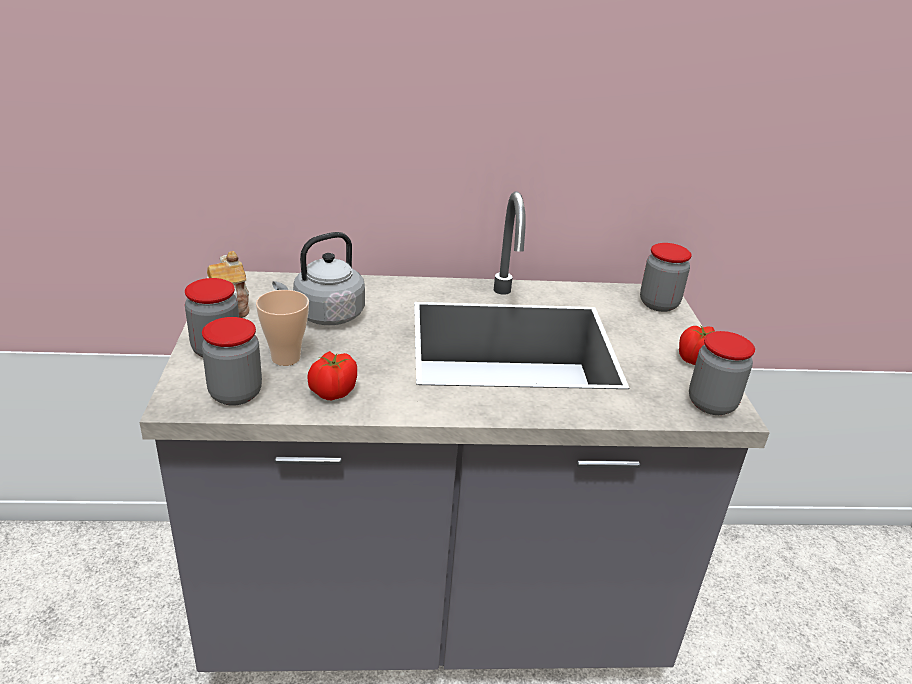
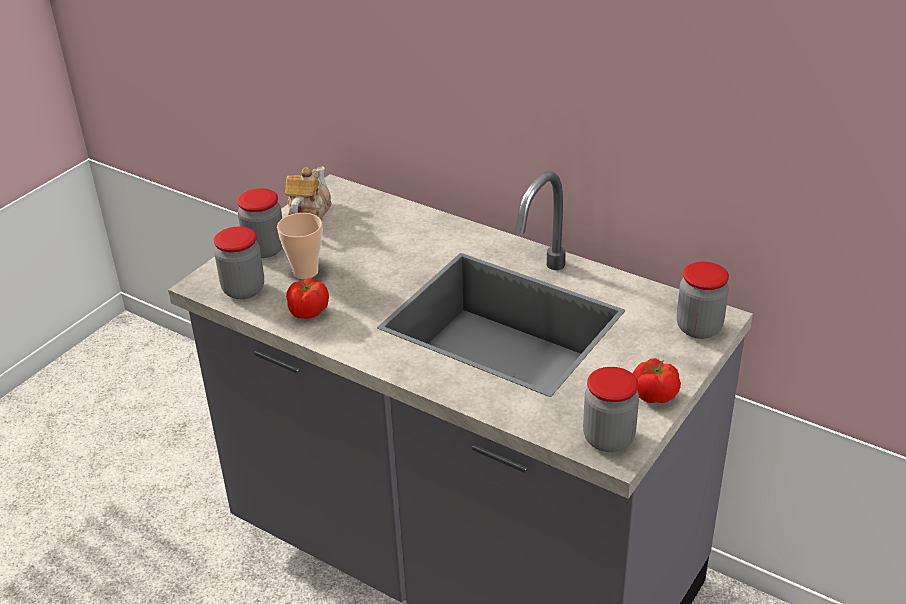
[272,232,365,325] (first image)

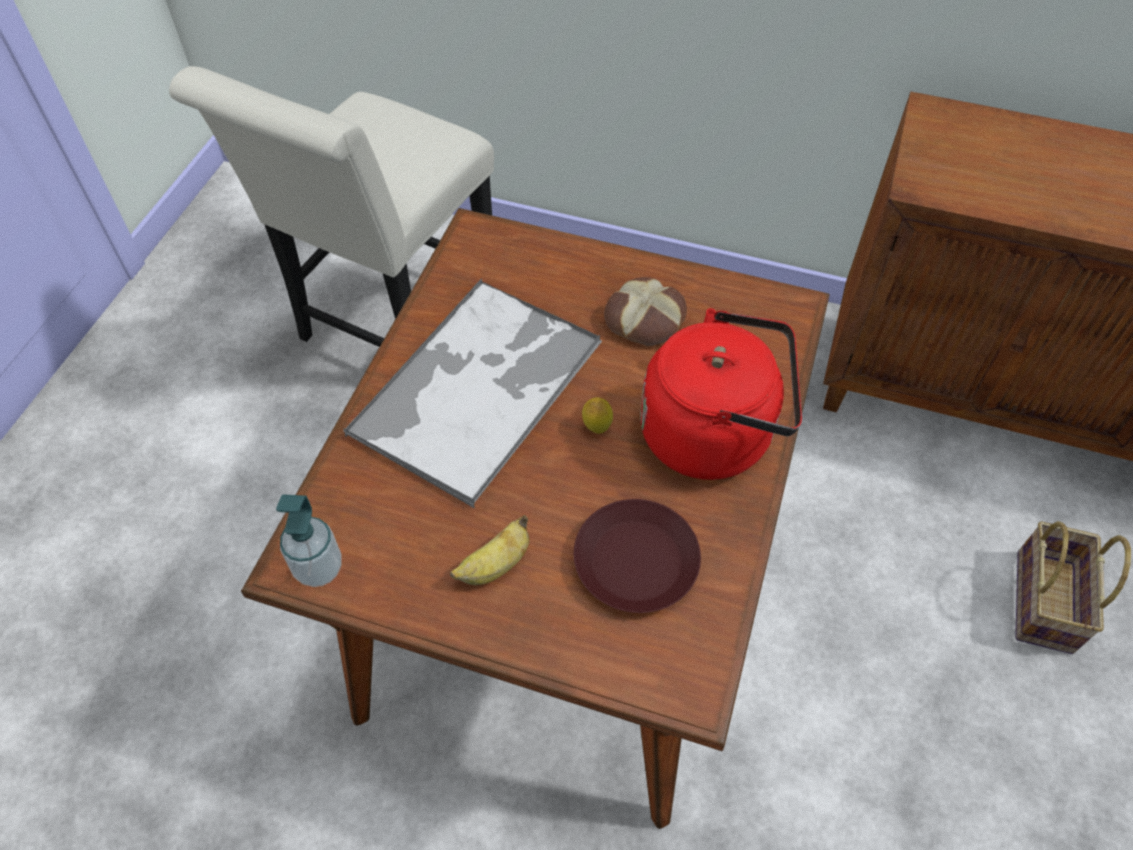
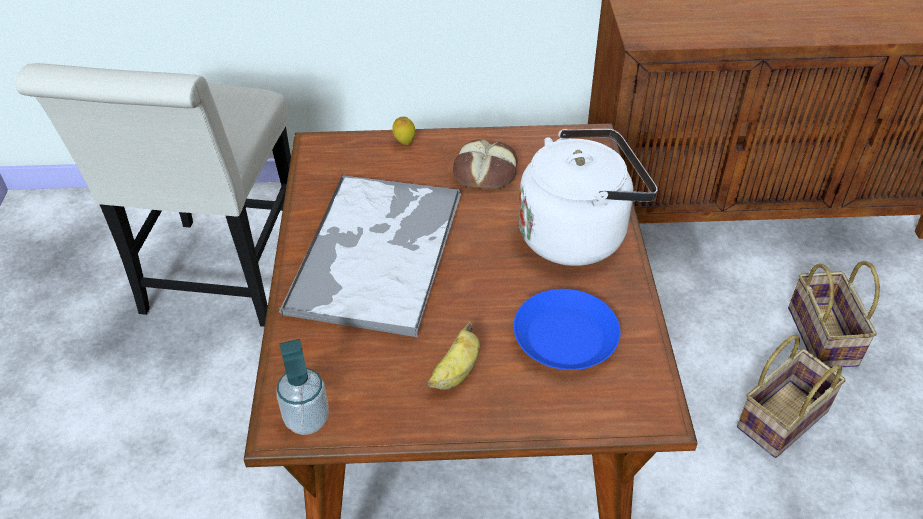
[518,129,658,266]
[392,117,415,145]
[514,289,620,370]
[737,335,846,458]

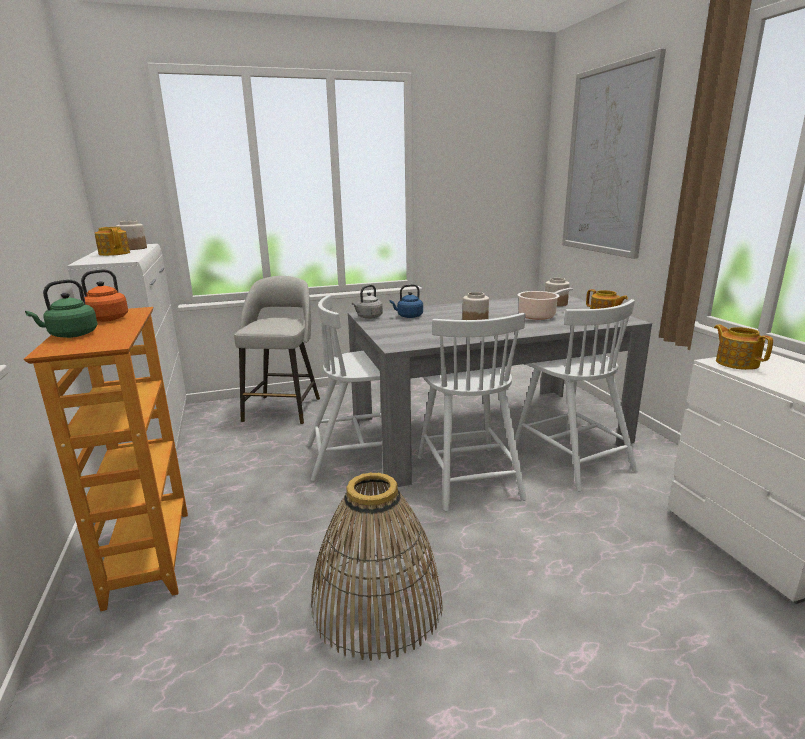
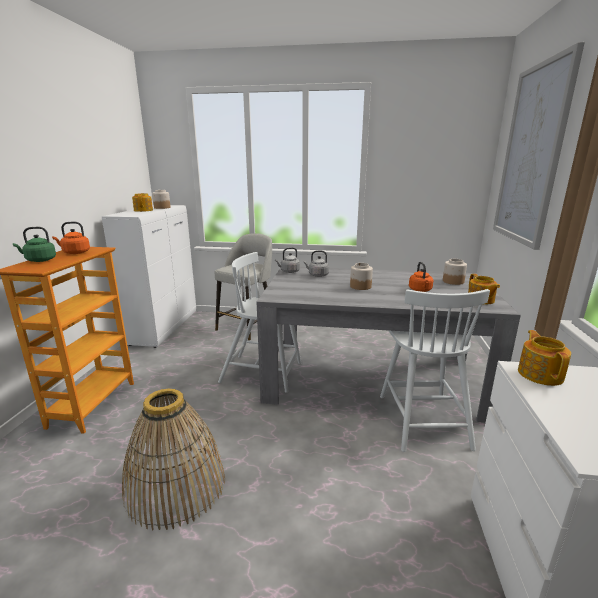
[304,250,329,277]
[409,262,433,292]
[418,313,527,511] (first image)

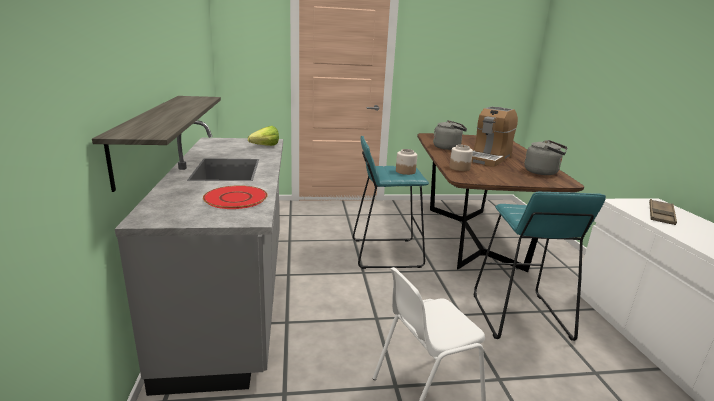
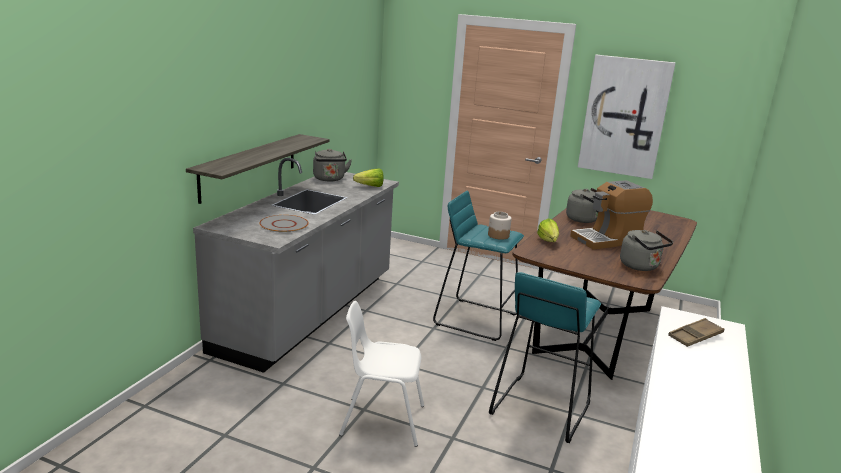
[537,218,559,242]
[259,215,309,233]
[578,55,675,179]
[313,148,352,181]

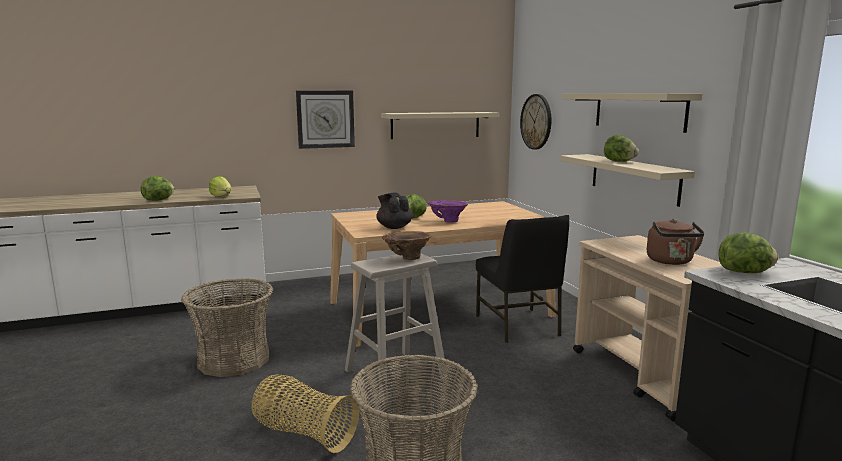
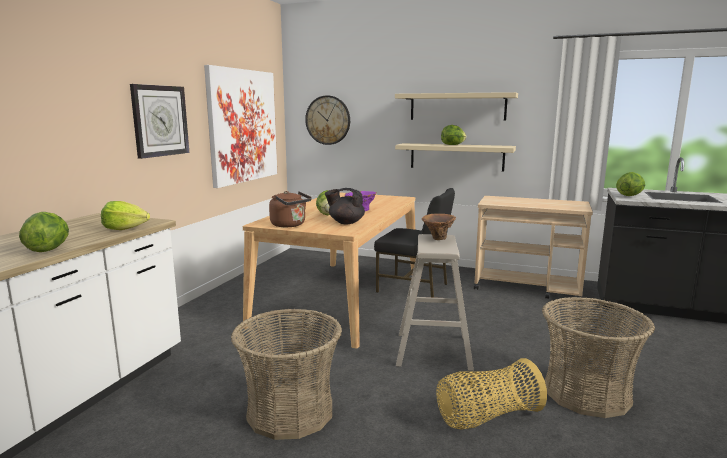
[204,65,277,188]
[269,191,312,227]

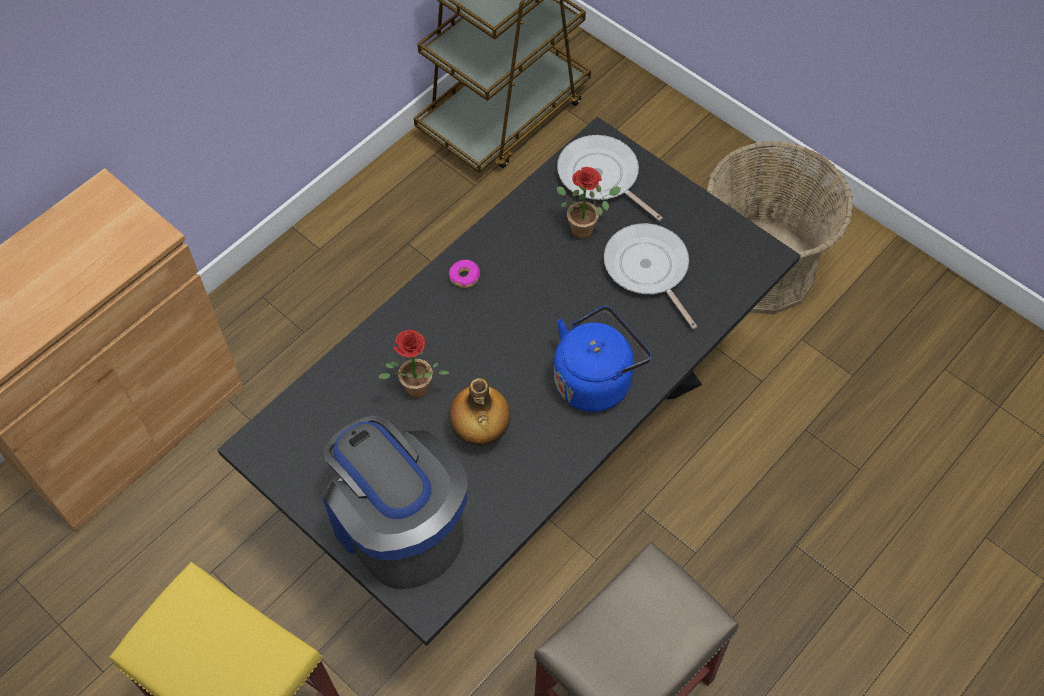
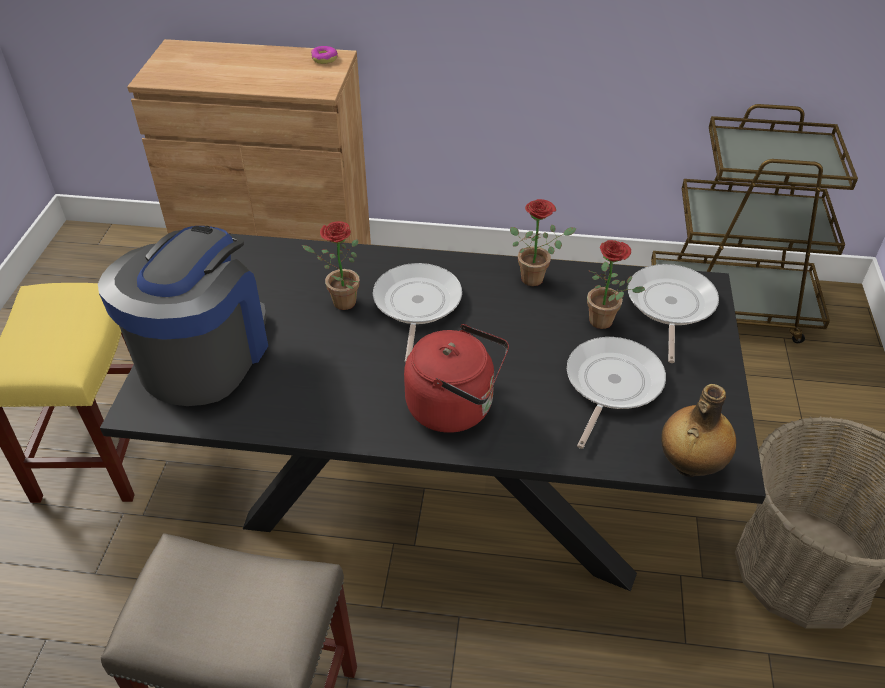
[311,46,338,64]
[404,324,509,433]
[661,384,736,477]
[510,199,577,286]
[373,263,462,362]

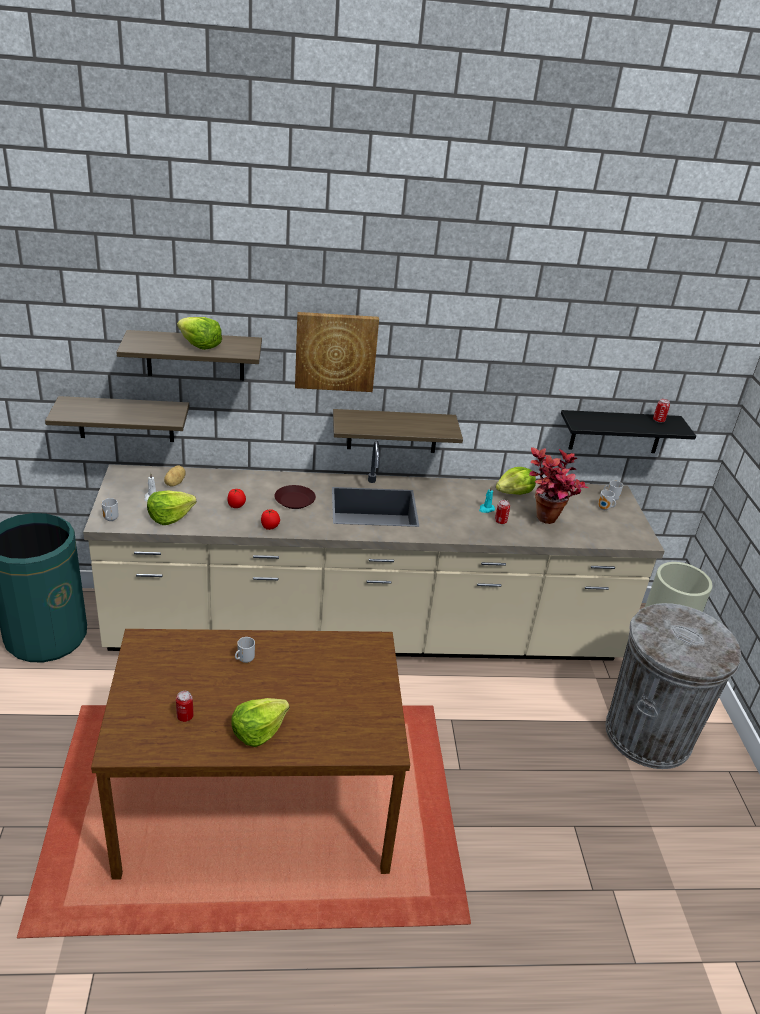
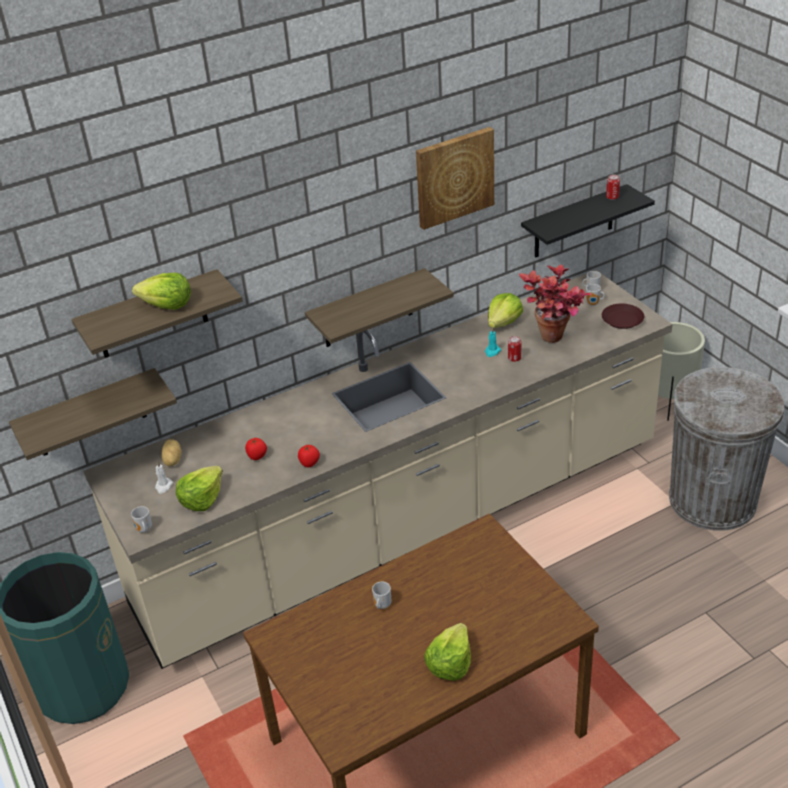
[416,127,494,230]
[602,304,644,329]
[176,691,194,722] (first image)

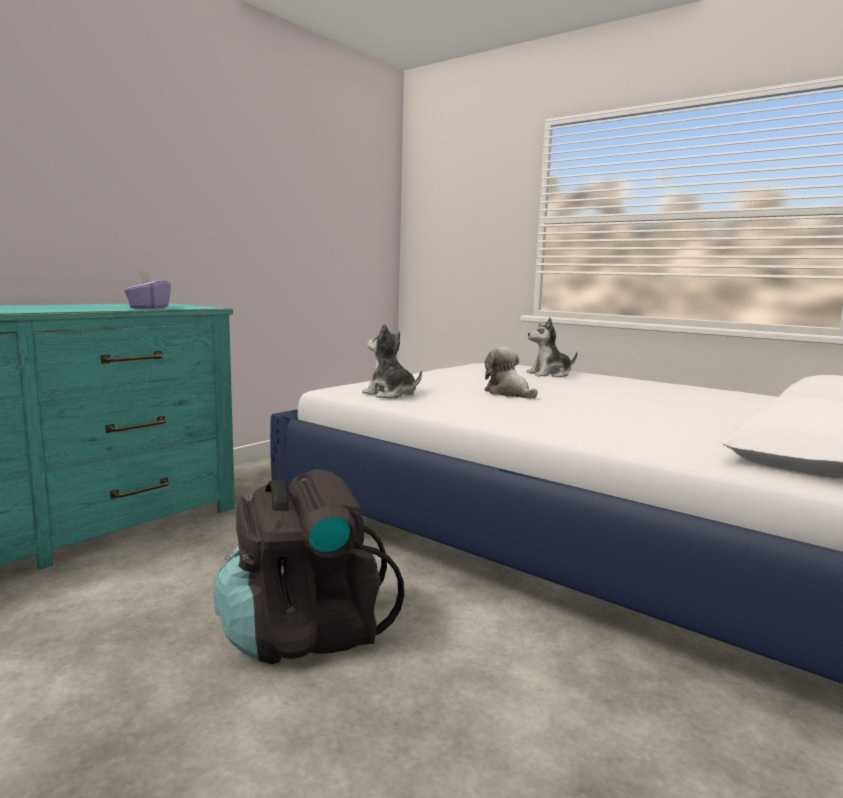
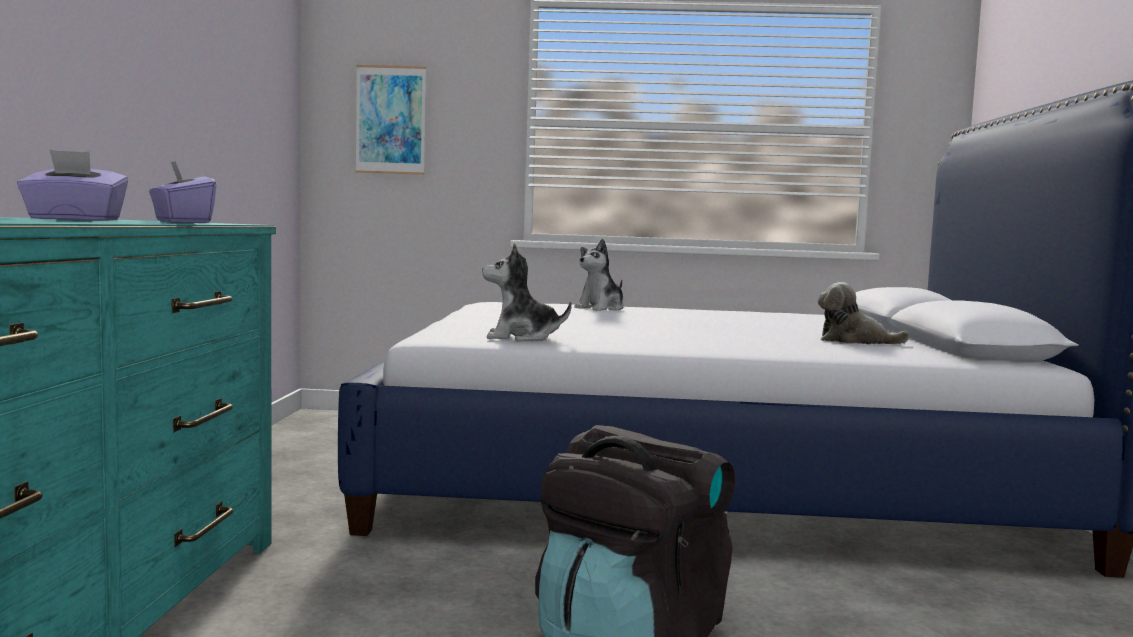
[818,282,910,344]
[355,65,426,175]
[17,149,128,221]

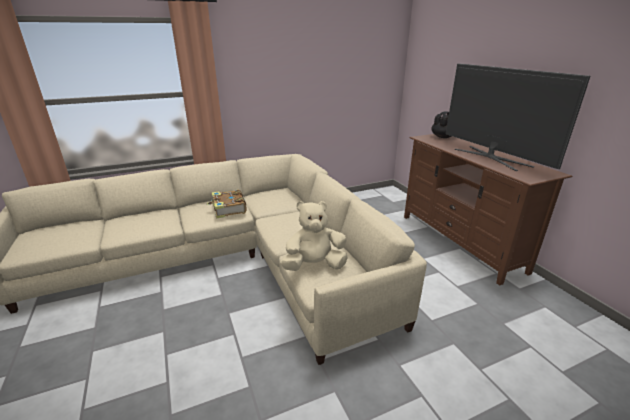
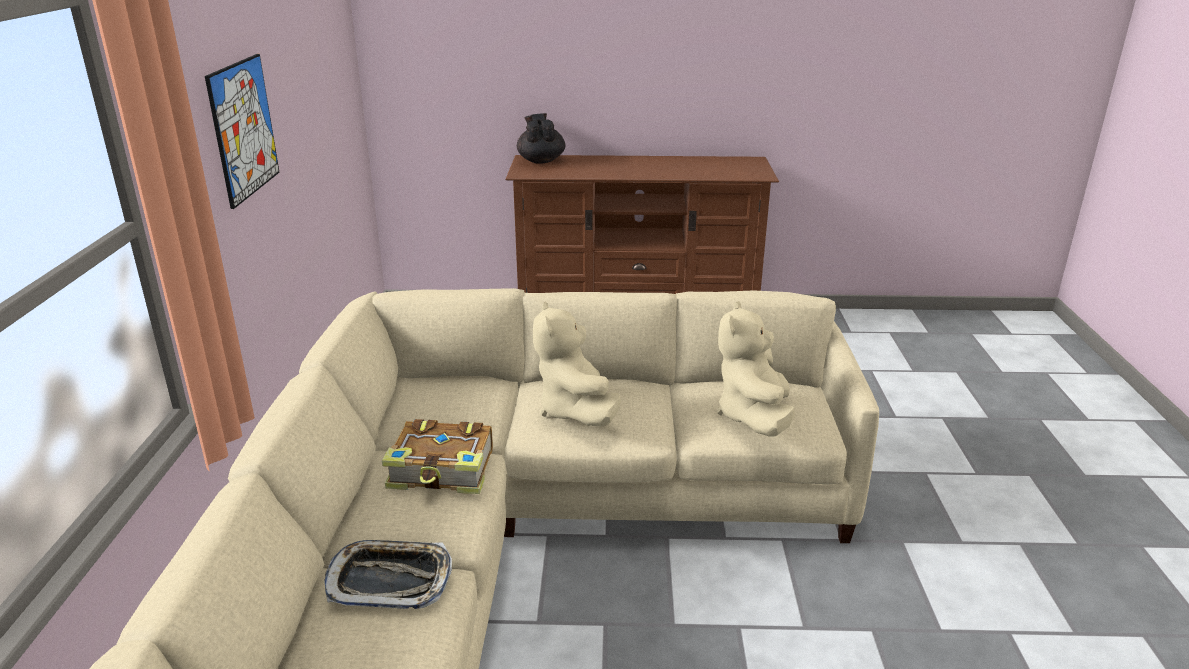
[446,63,590,171] (first image)
[205,54,280,209]
[533,301,621,426]
[324,540,452,609]

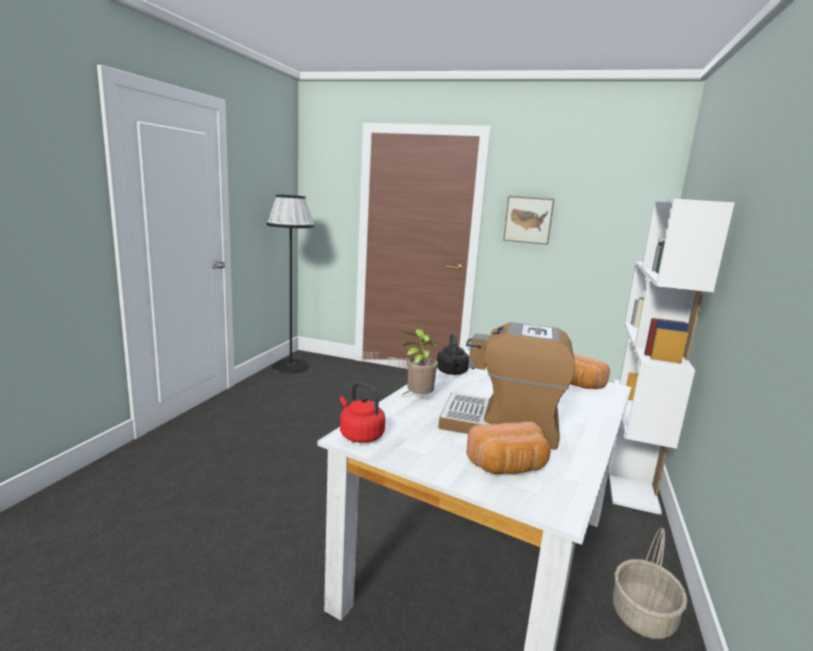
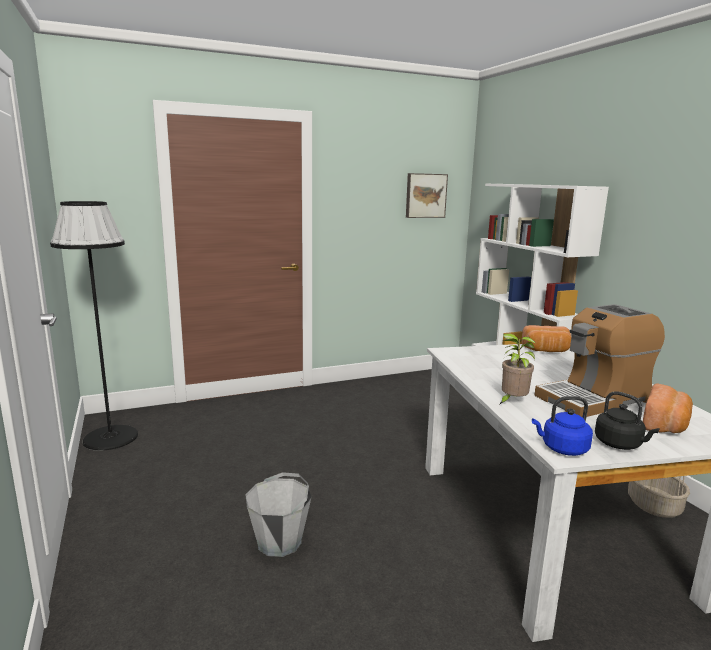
[406,173,448,218]
[595,391,660,450]
[532,396,593,456]
[245,472,312,557]

